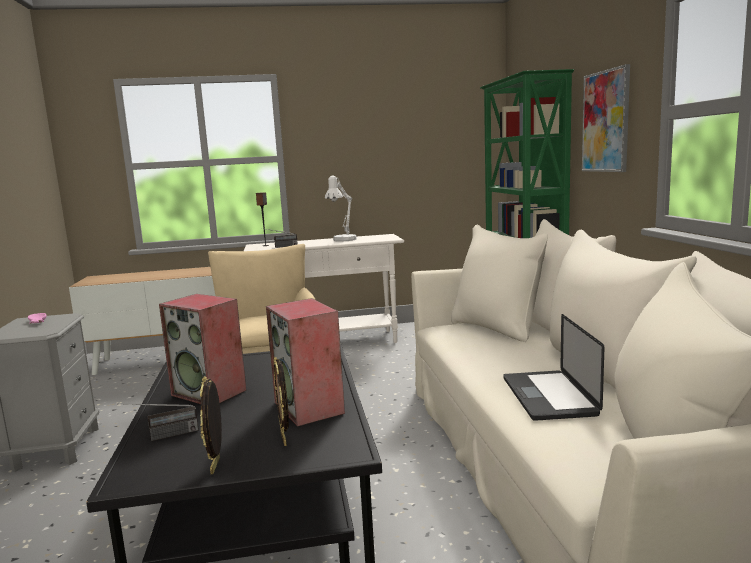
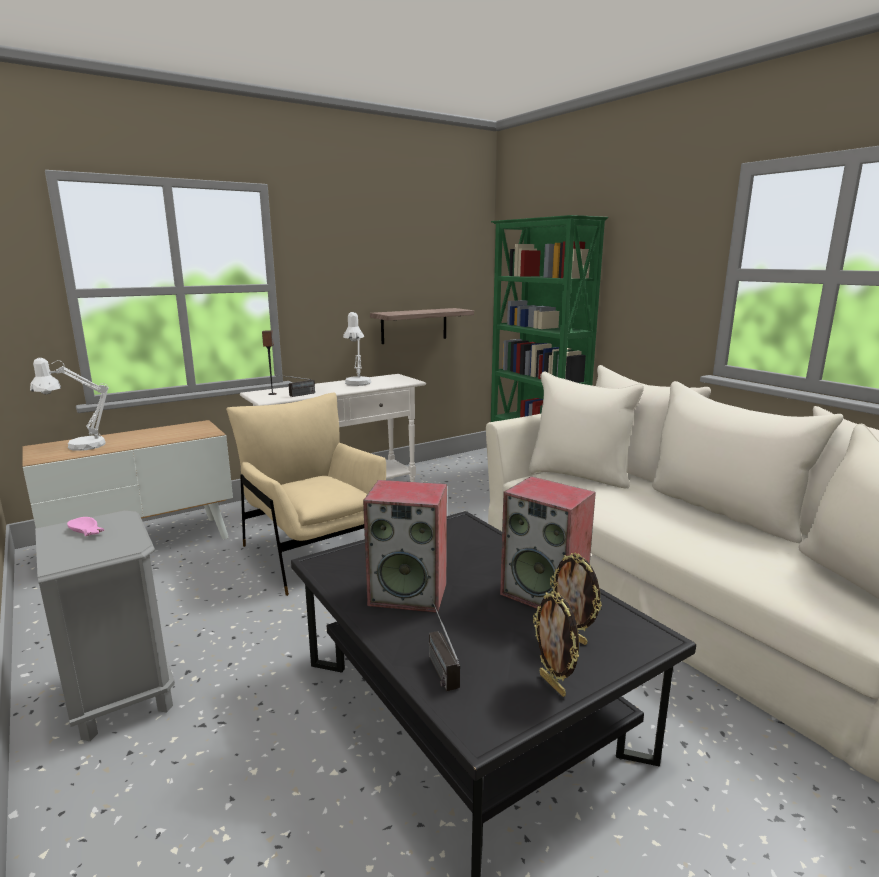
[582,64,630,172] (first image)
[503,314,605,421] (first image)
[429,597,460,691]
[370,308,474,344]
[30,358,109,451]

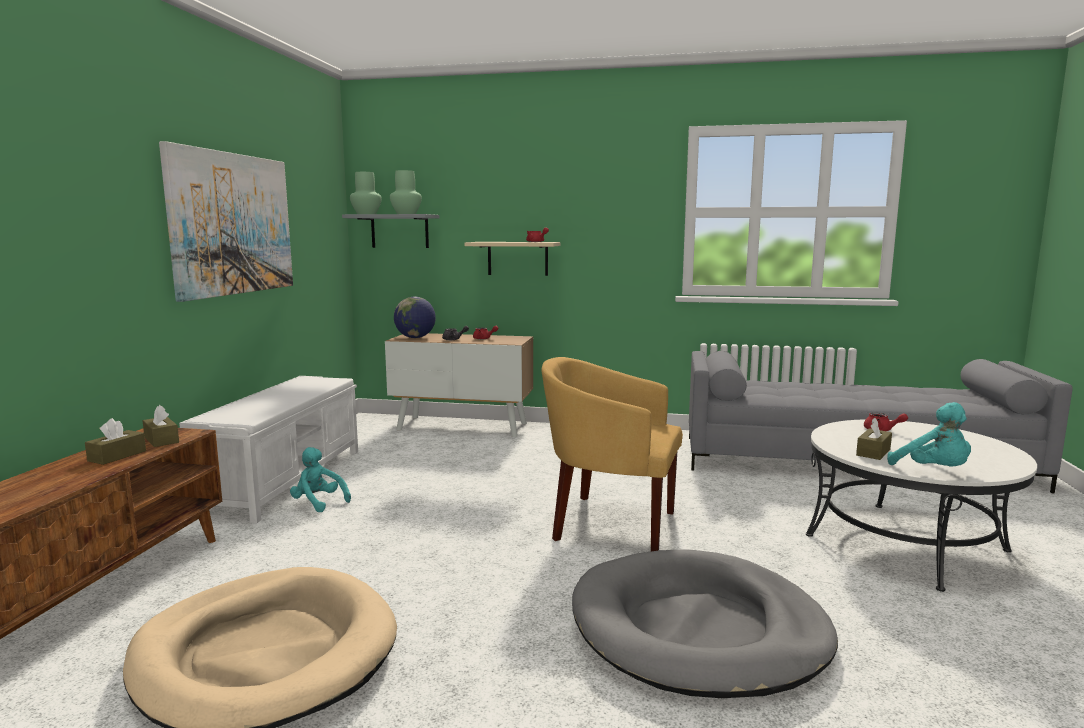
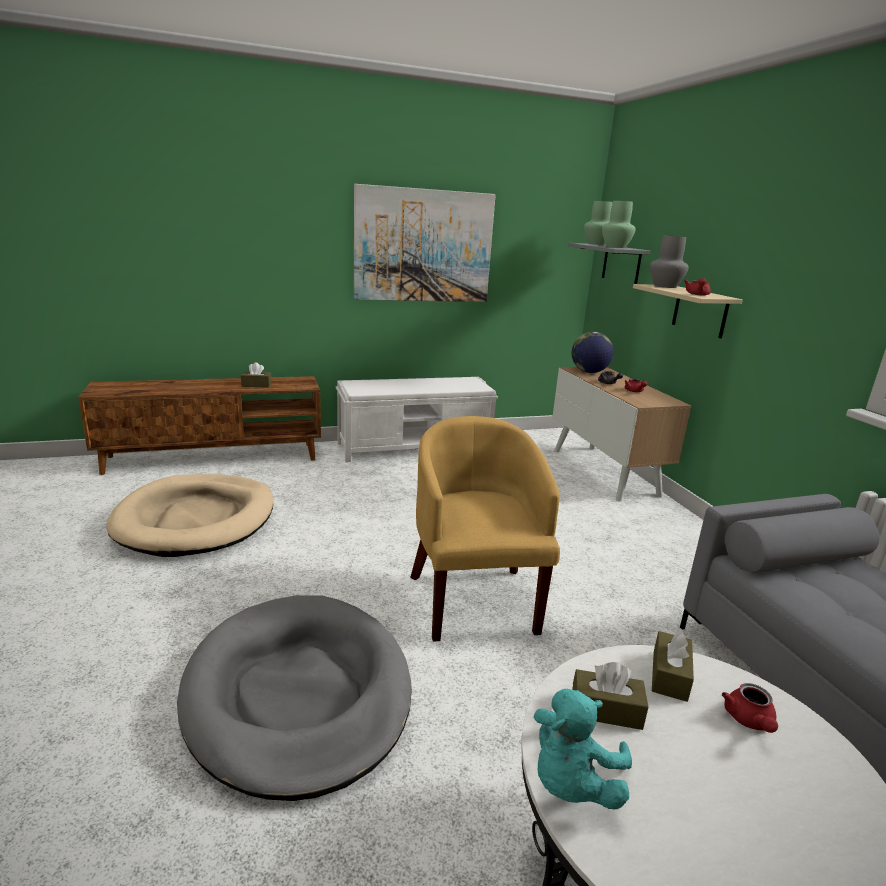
[652,629,694,702]
[290,447,351,513] (first image)
[650,235,689,288]

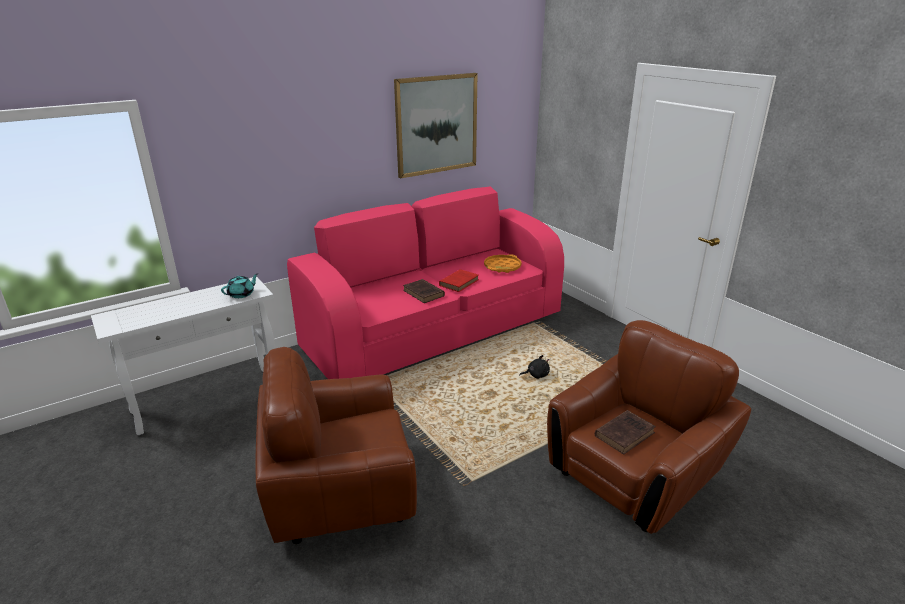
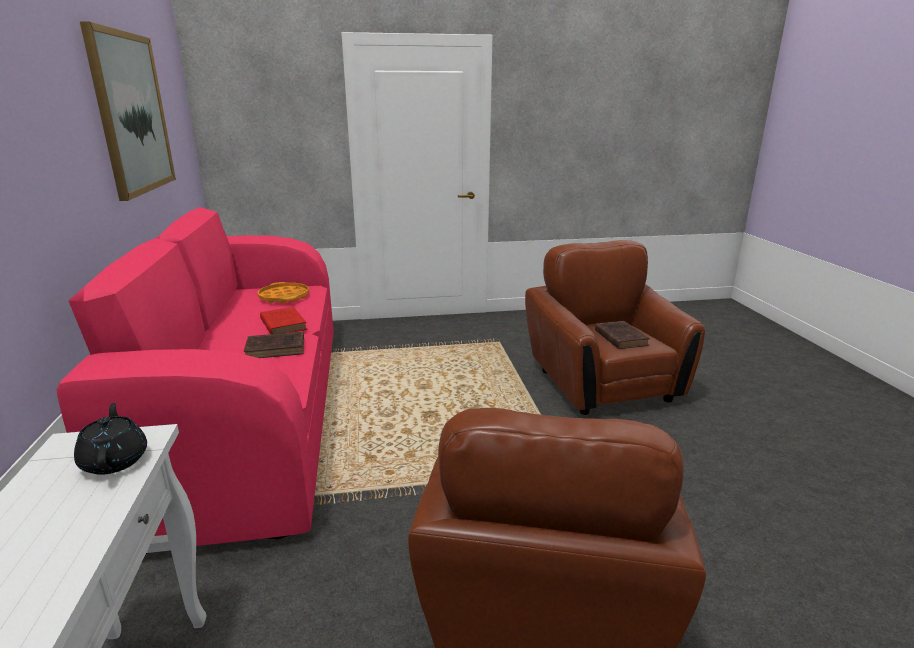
[74,403,147,475]
[519,355,550,379] (first image)

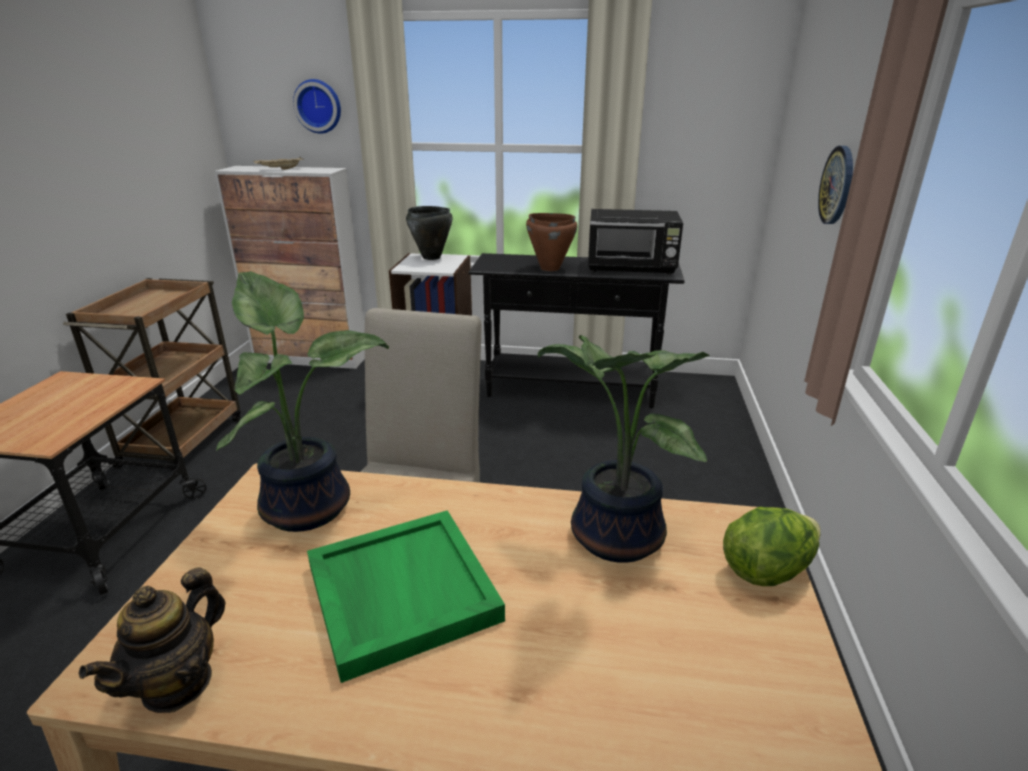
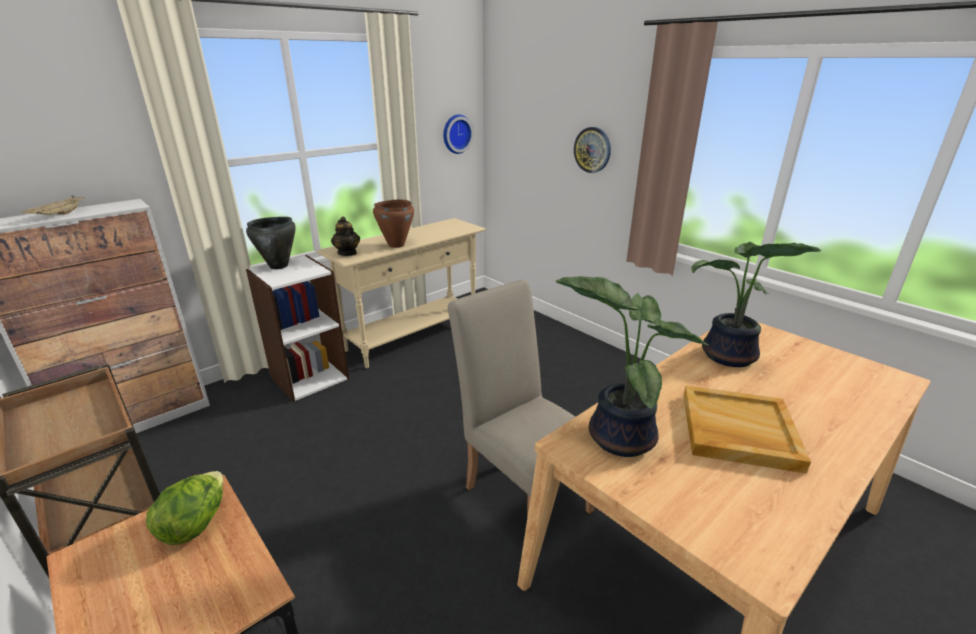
[443,114,474,154]
[588,209,683,274] (first image)
[317,218,486,368]
[146,471,223,545]
[683,386,811,474]
[331,216,360,256]

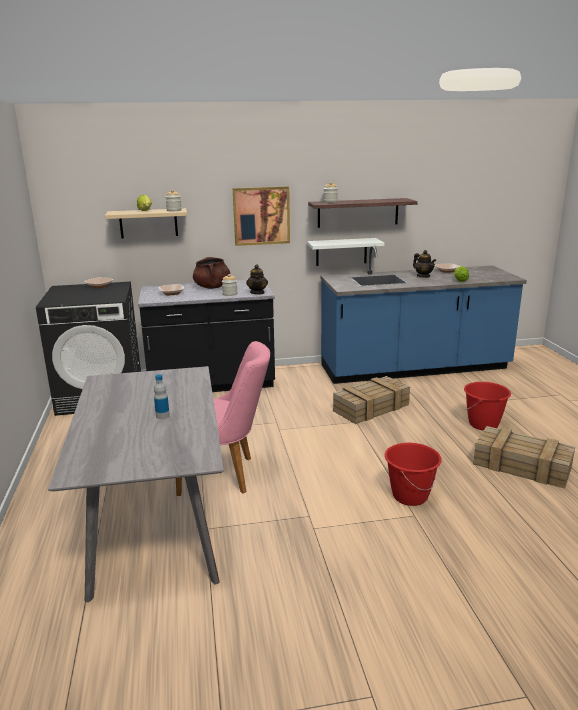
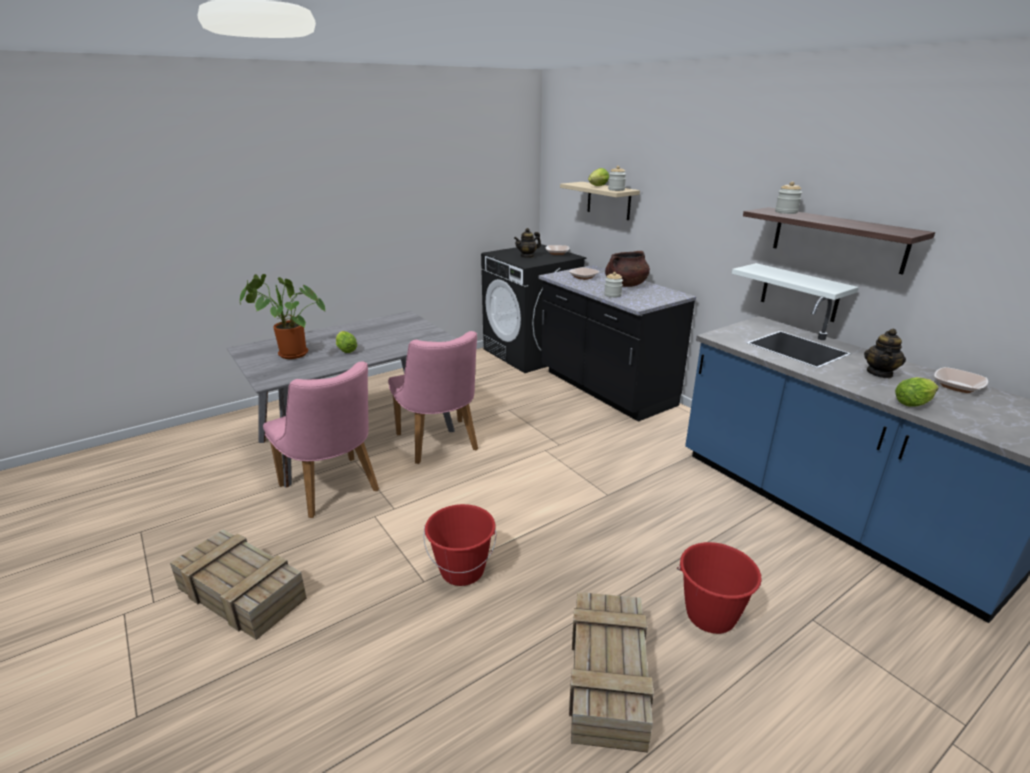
[233,186,290,246] (first image)
[514,228,541,258]
[336,331,357,353]
[170,530,307,640]
[240,274,325,359]
[263,362,379,518]

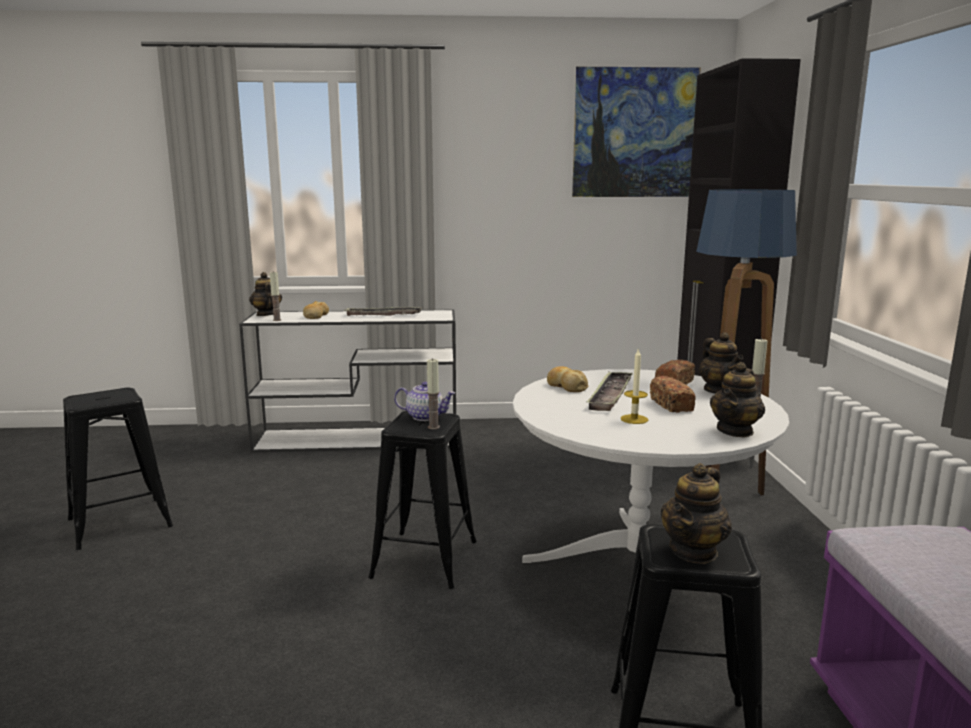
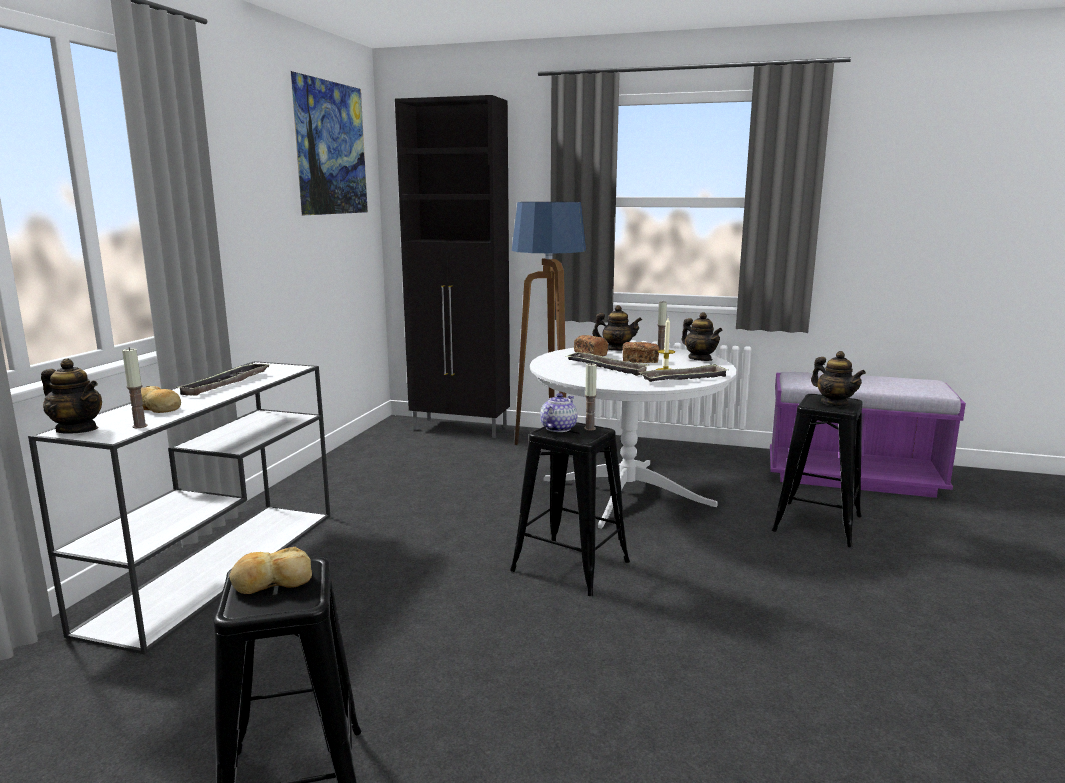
[41,359,102,434]
[229,546,312,594]
[639,364,728,382]

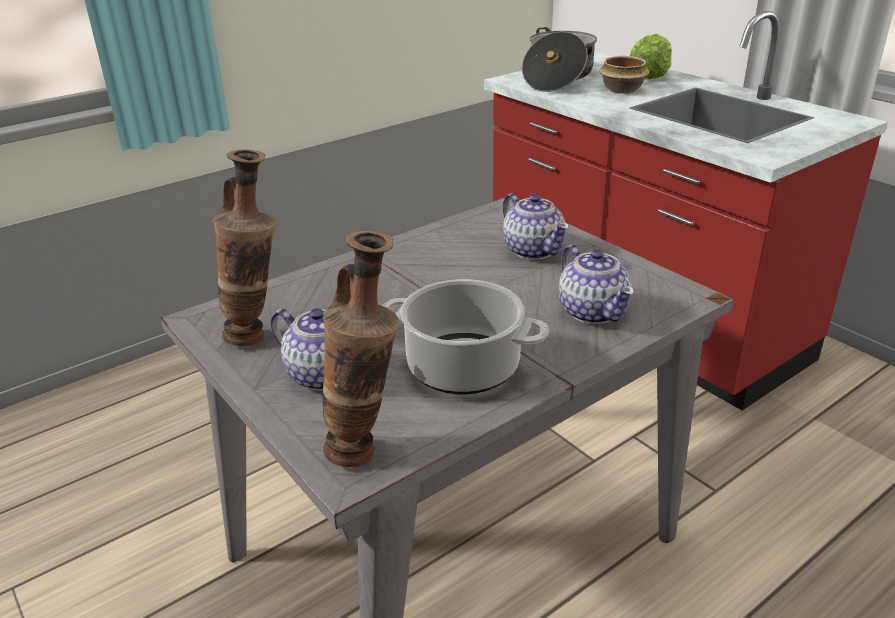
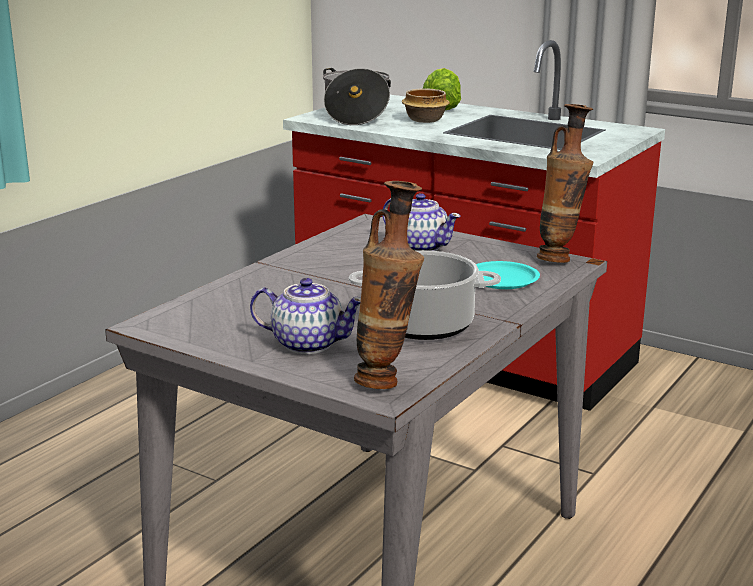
[537,104,593,263]
[476,261,540,289]

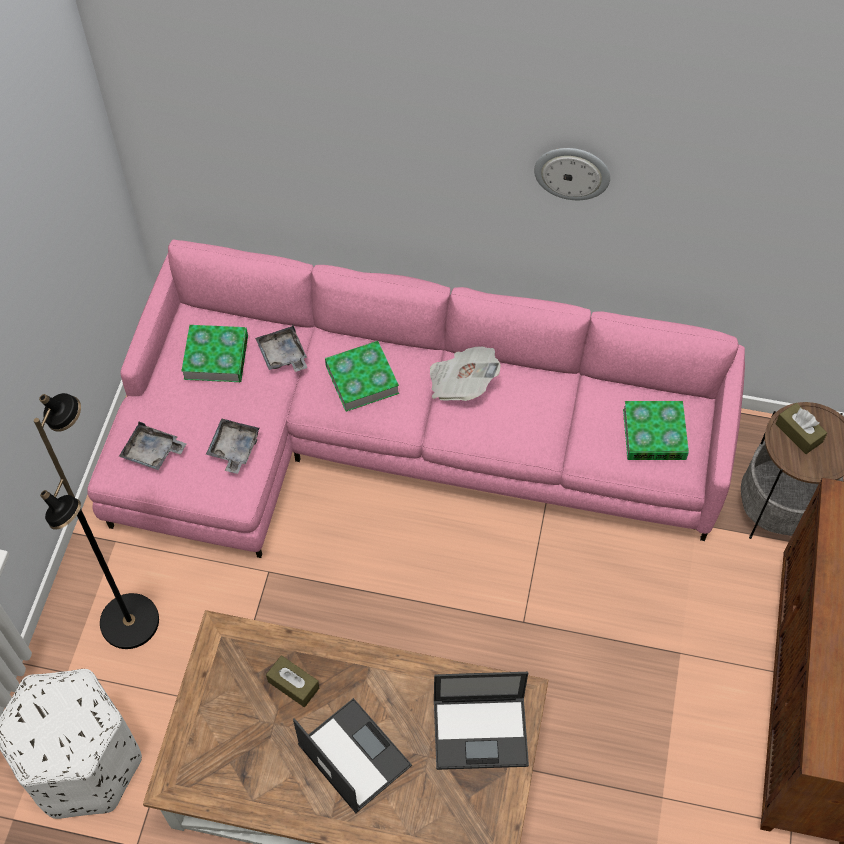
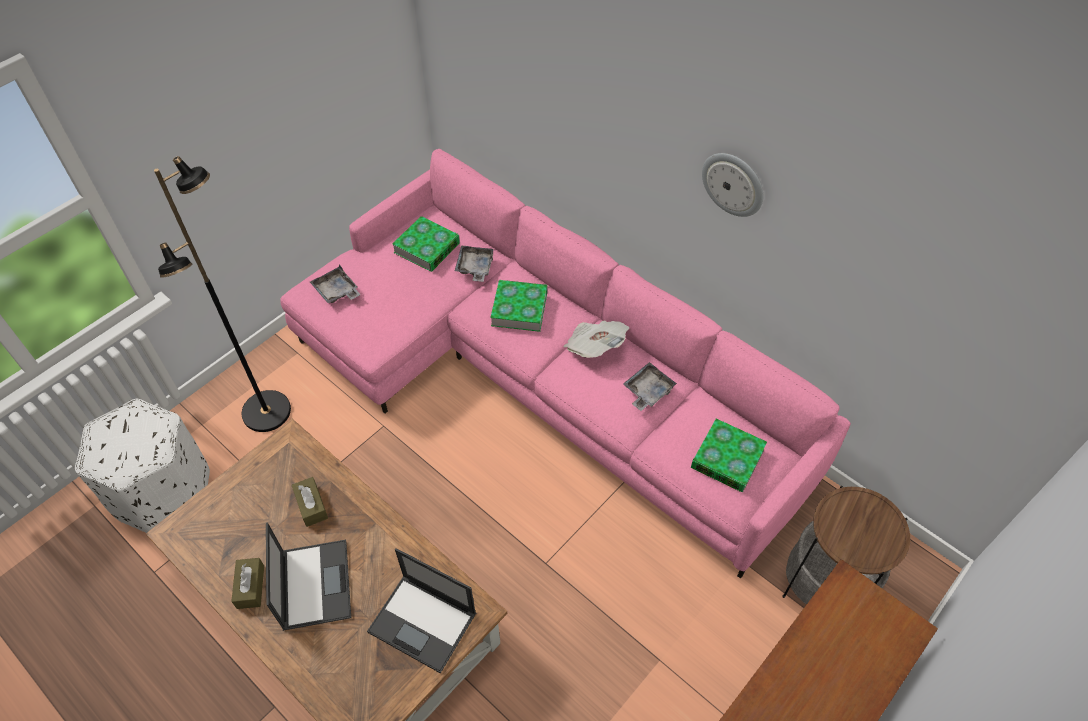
[231,558,264,609]
[623,362,677,411]

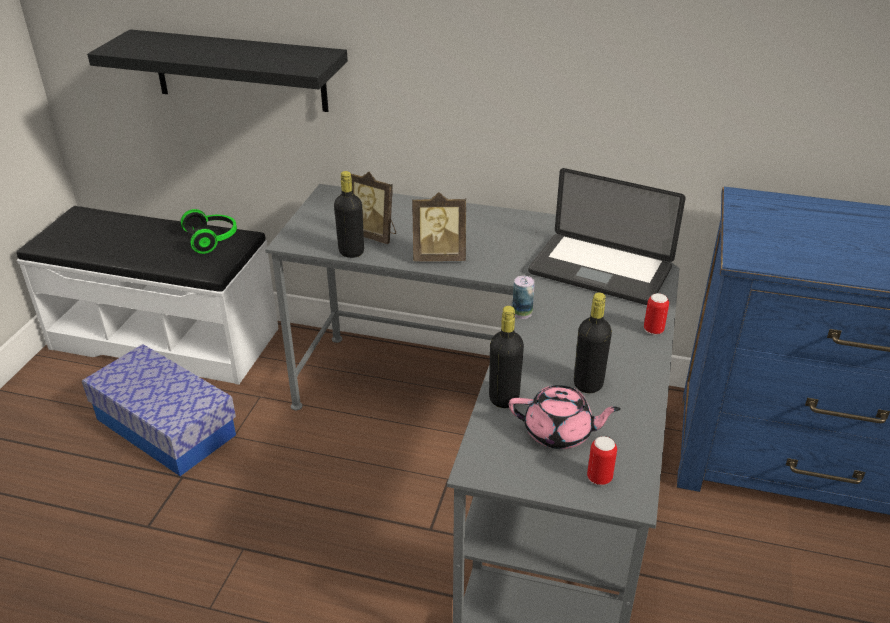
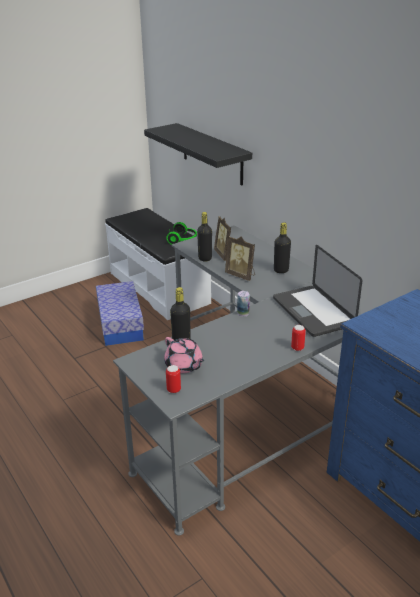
[274,222,291,273]

